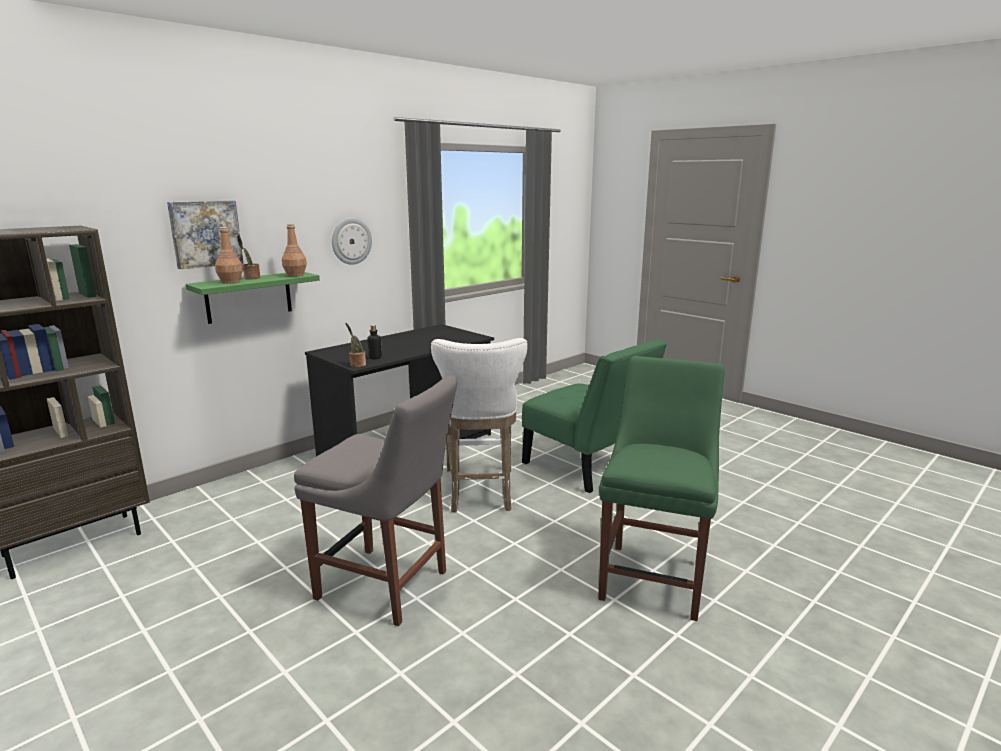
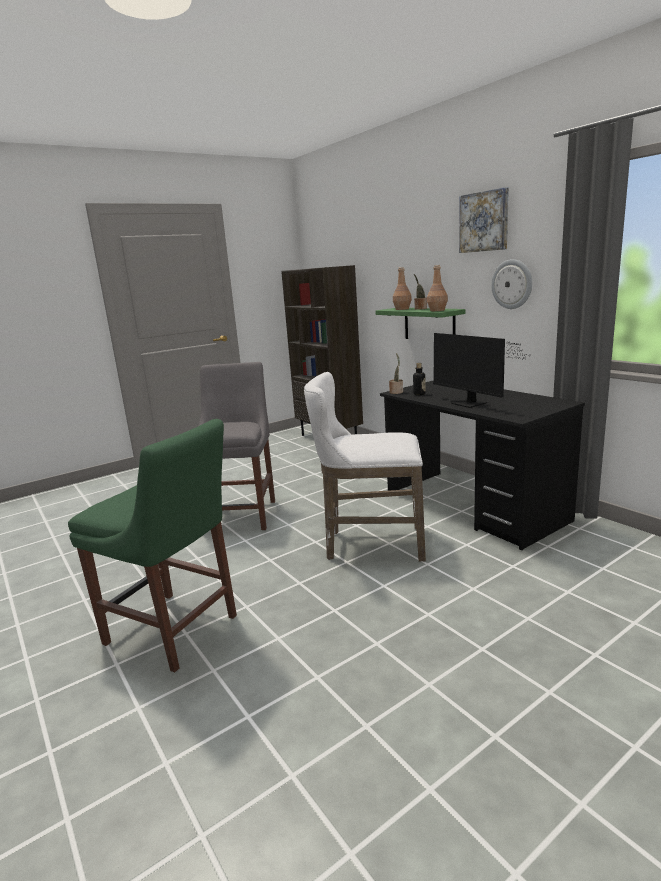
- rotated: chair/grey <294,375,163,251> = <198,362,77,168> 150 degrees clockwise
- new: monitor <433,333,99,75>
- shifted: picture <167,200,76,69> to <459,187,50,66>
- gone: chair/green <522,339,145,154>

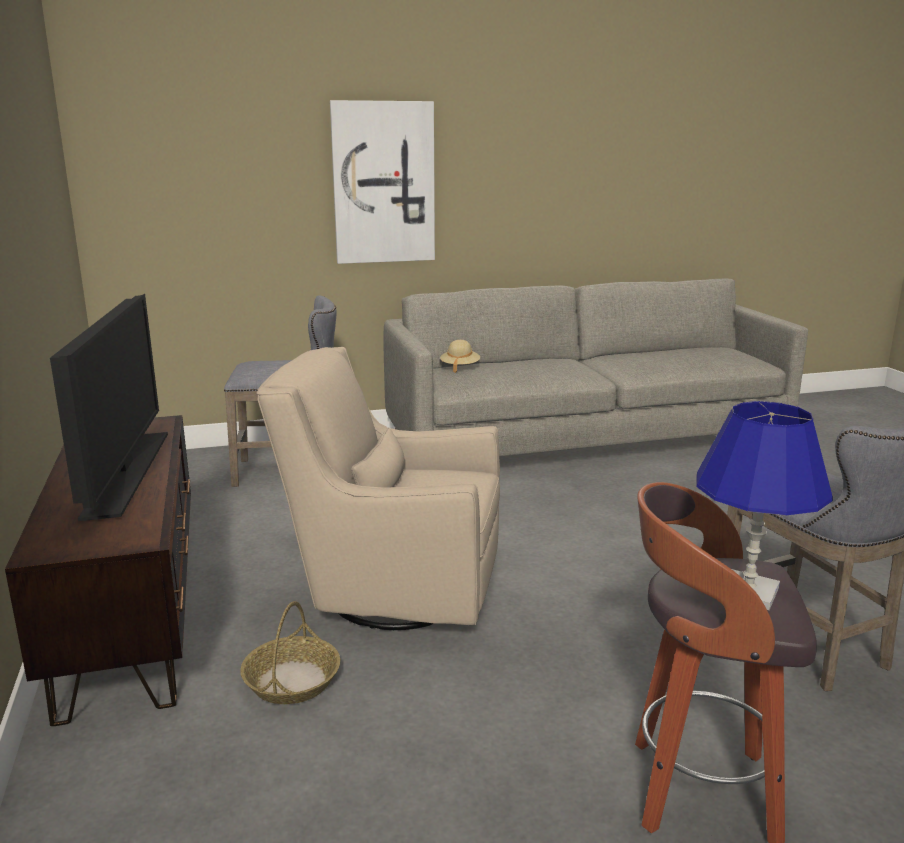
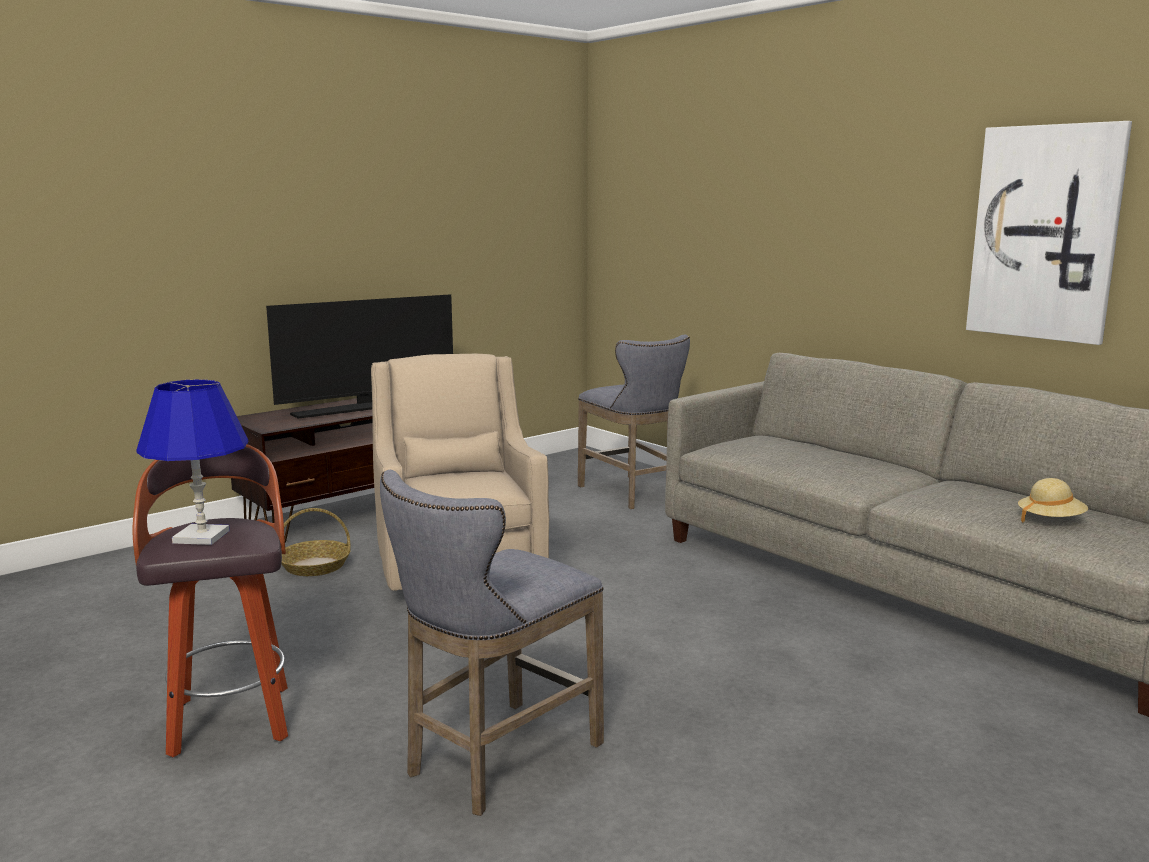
- shifted: picture <330,100,105,164> to <966,121,166,224>
- shifted: hat/beige <440,340,40,33> to <1018,478,70,44>

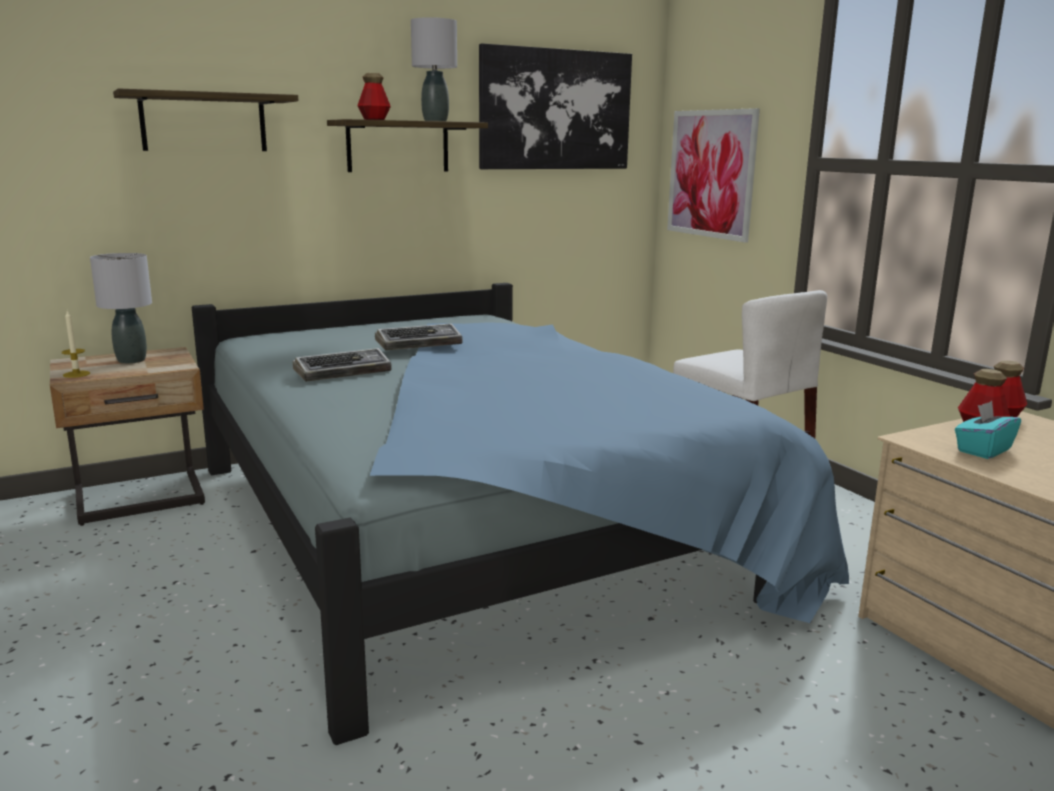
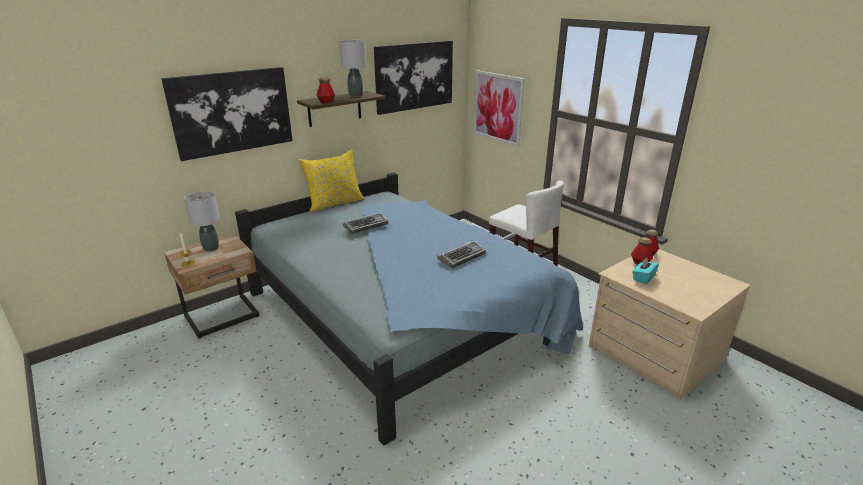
- swapped: shelf <113,88,185,63> to picture <161,67,132,94>
- new: pillow/yellow <298,150,66,62>
- shifted: keyboard <292,348,100,34> to <437,241,49,27>

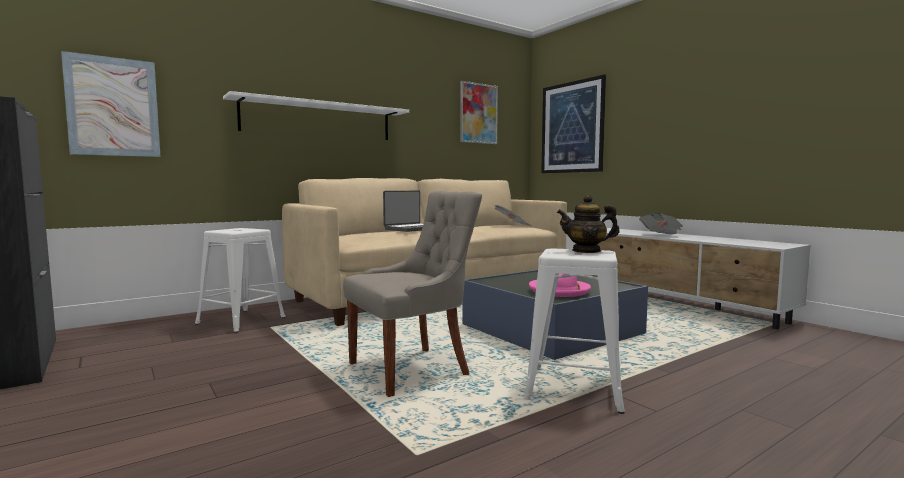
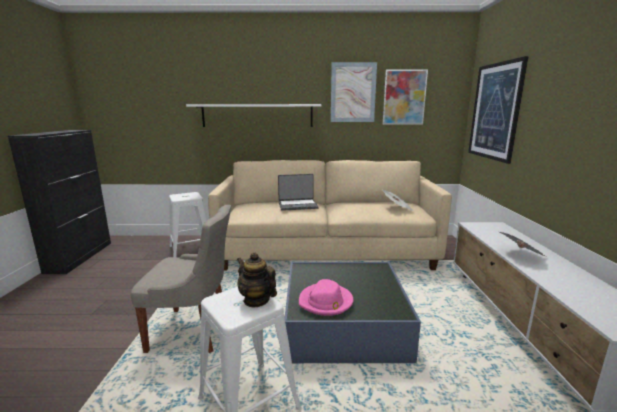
- shifted: picture <61,51,100,106> to <331,62,46,60>

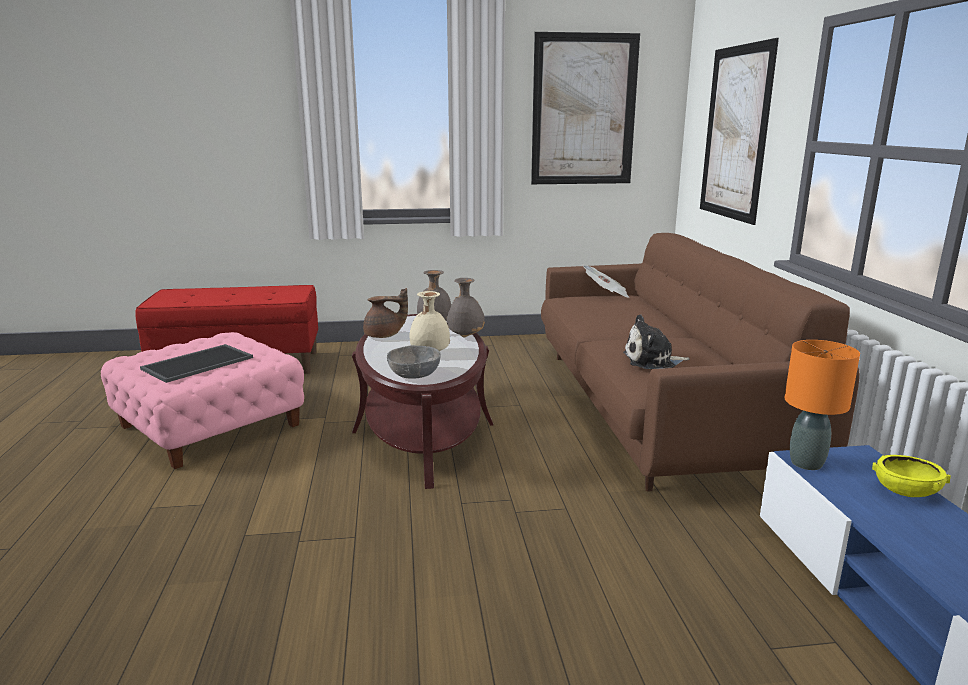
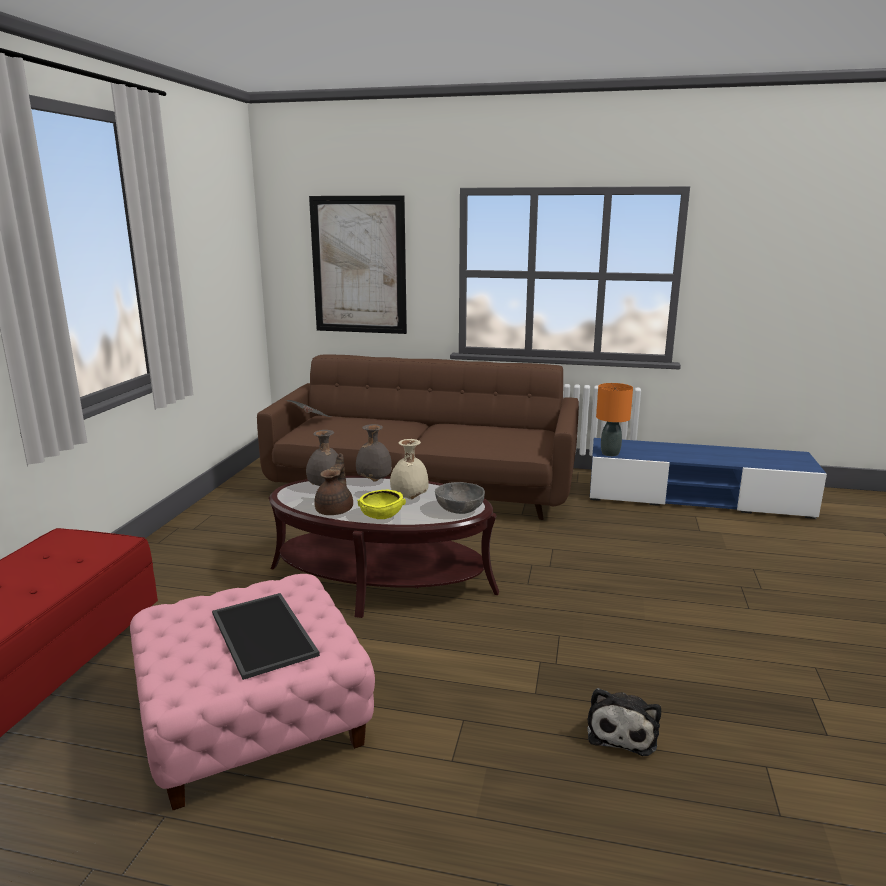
- shifted: bowl/yellow <872,455,79,42> to <357,490,49,29>
- shifted: plush toy <623,314,67,55> to <587,688,74,68>
- gone: picture <531,32,109,152>

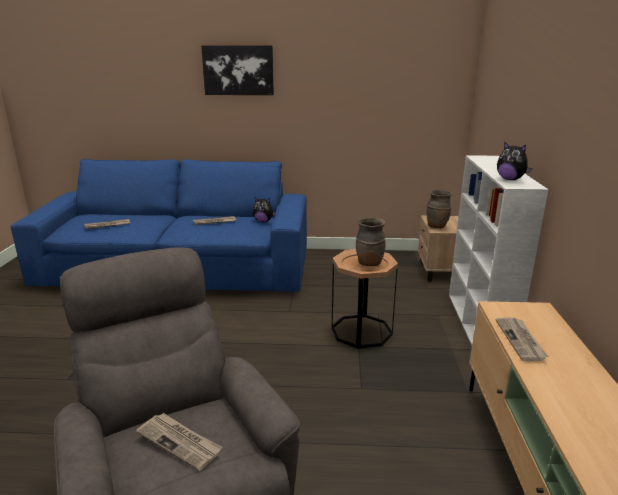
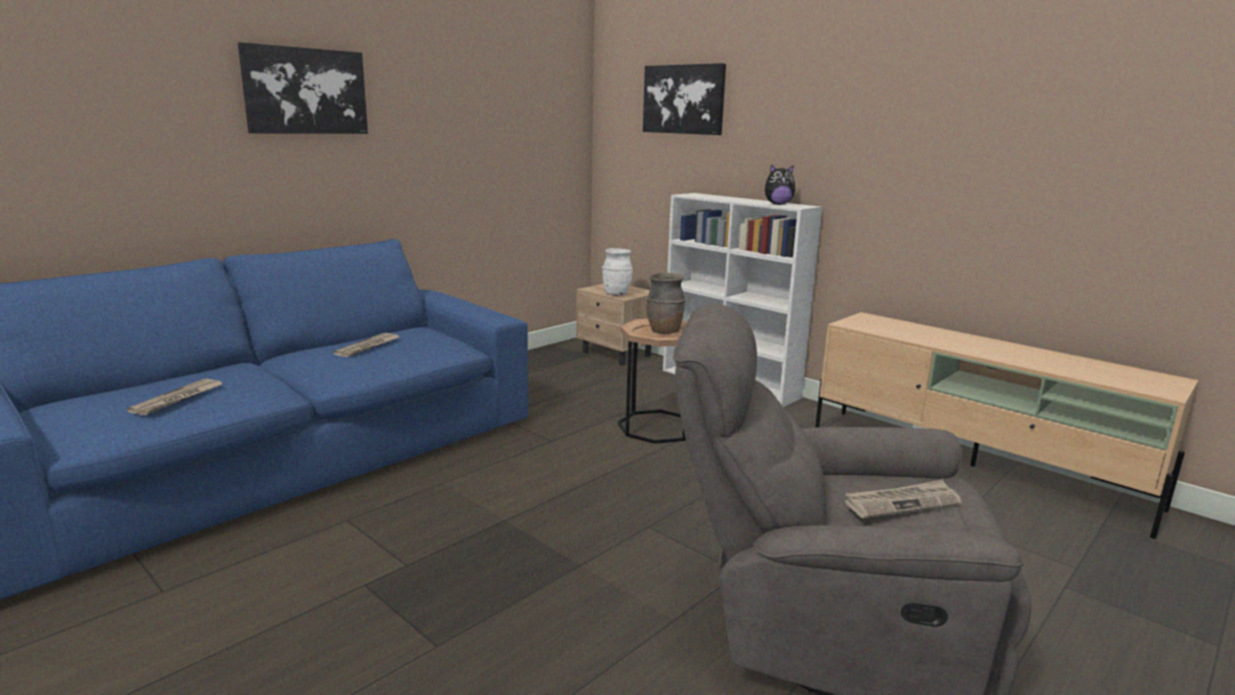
- repainted: vase/brown <427,190,25,38> to vase/white <602,248,31,48>
- new: picture <643,63,83,72>
- gone: plush toy <253,197,23,25>
- gone: newspaper <496,318,53,43>

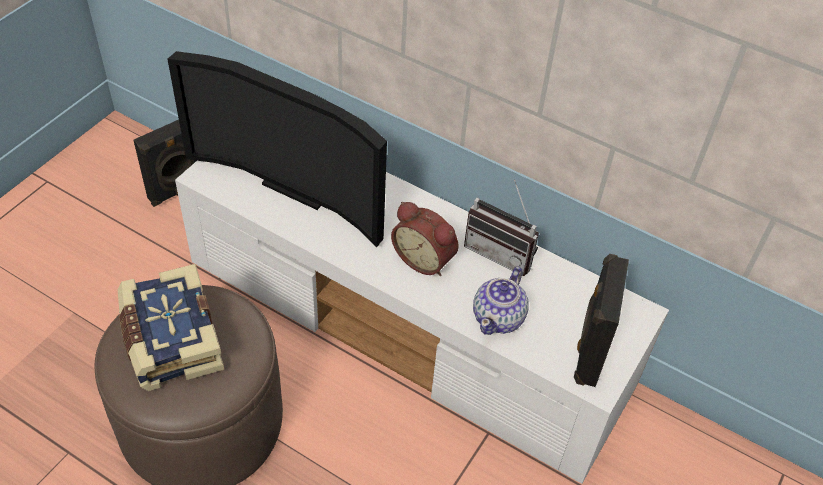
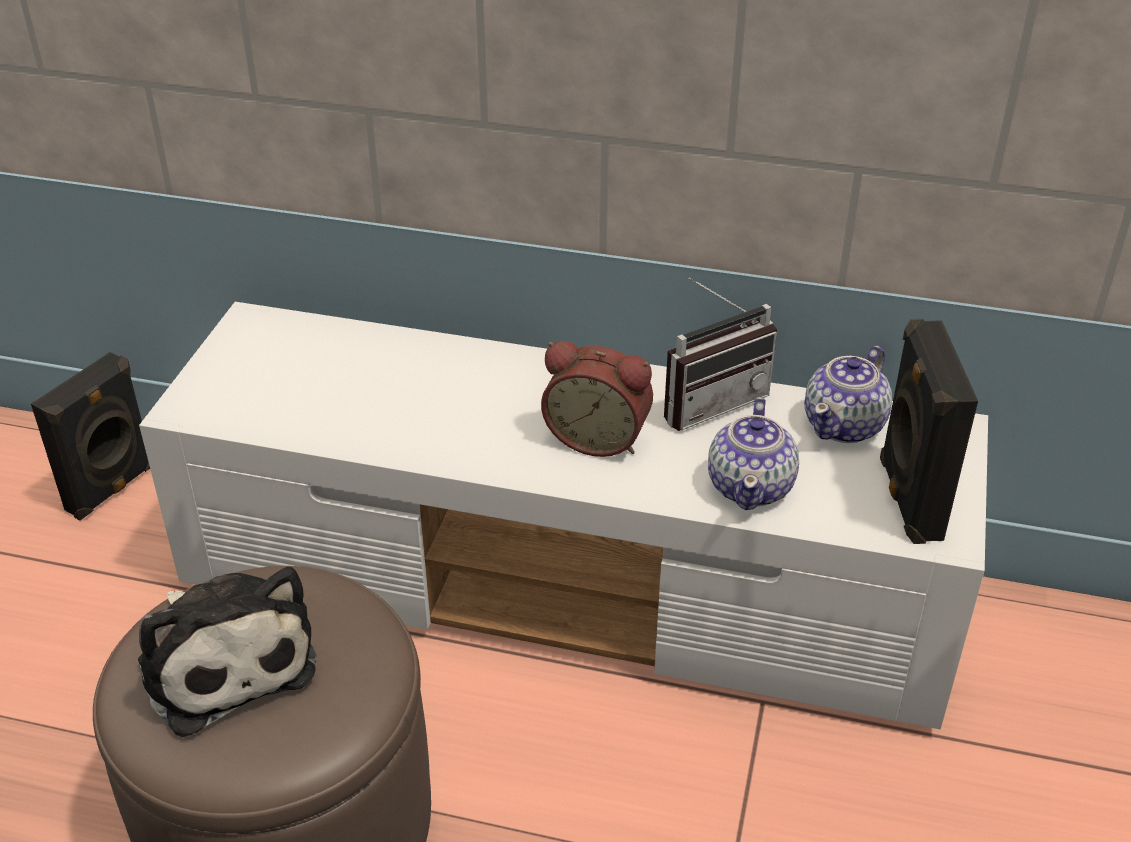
- swapped: book <118,264,106,127> to plush toy <138,567,179,170>
- rotated: radio <464,180,75,96> = <664,277,113,154> 45 degrees counterclockwise
- new: teapot <805,346,87,97>
- gone: television <168,51,219,196>

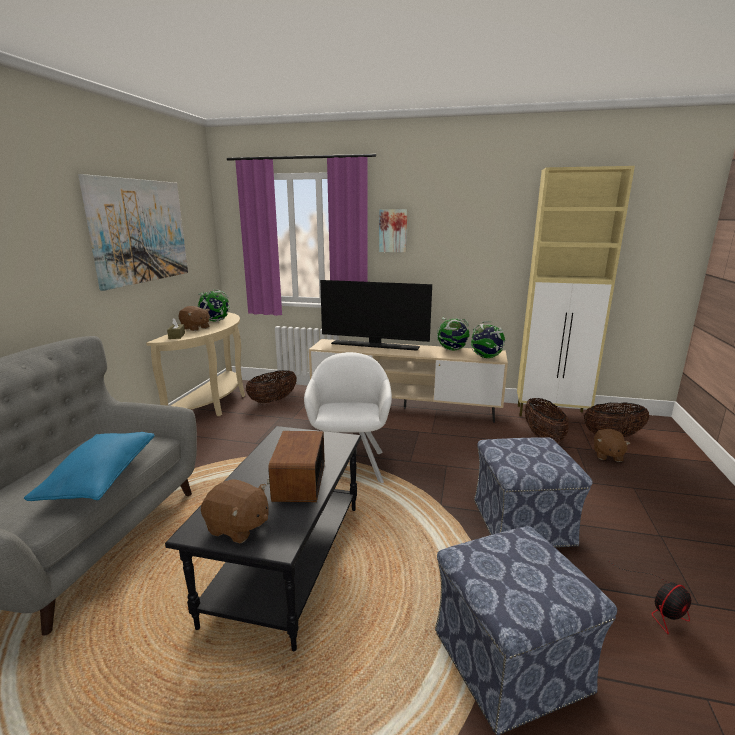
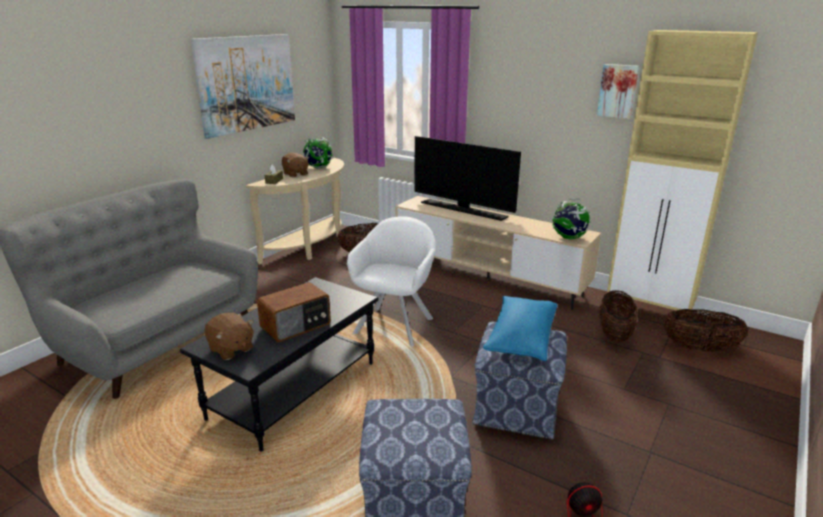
- rotated: radio <267,431,58,71> = <257,282,74,60> 150 degrees counterclockwise
- shifted: pillow/blue <24,432,131,69> to <483,296,74,65>
- shifted: picture <379,209,28,44> to <597,64,42,55>
- gone: globe <437,317,33,34>
- gone: plush toy/brown <594,429,37,33>

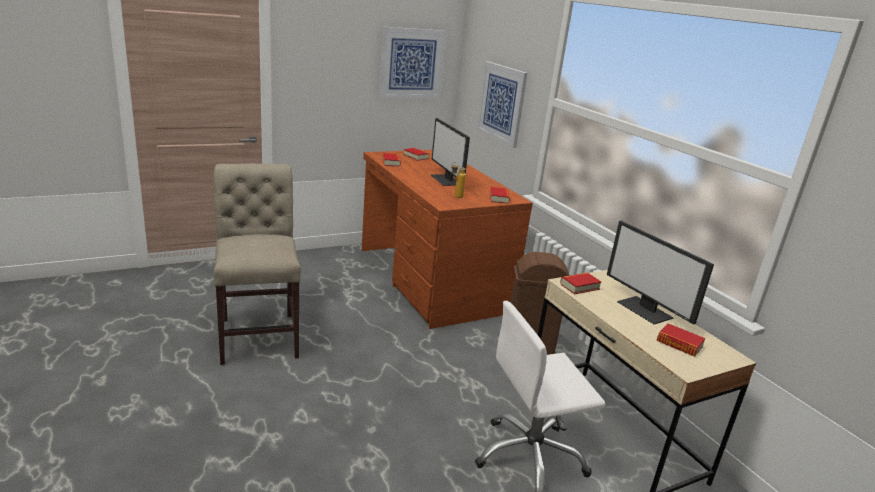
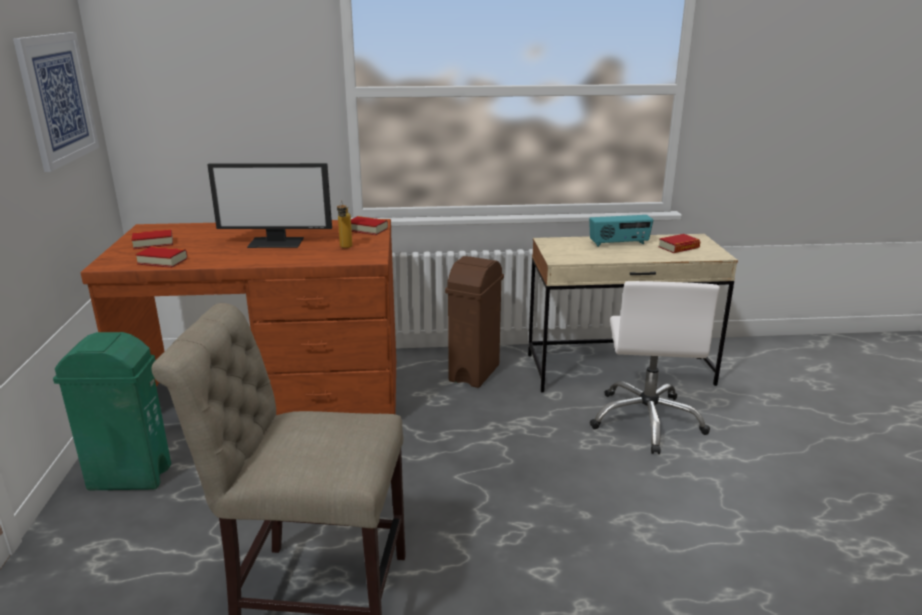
- new: trash can/green <53,332,118,158>
- swapped: monitor <607,221,107,104> to radio <589,215,64,32>
- gone: picture <477,61,51,87>
- gone: book <560,273,41,21>

